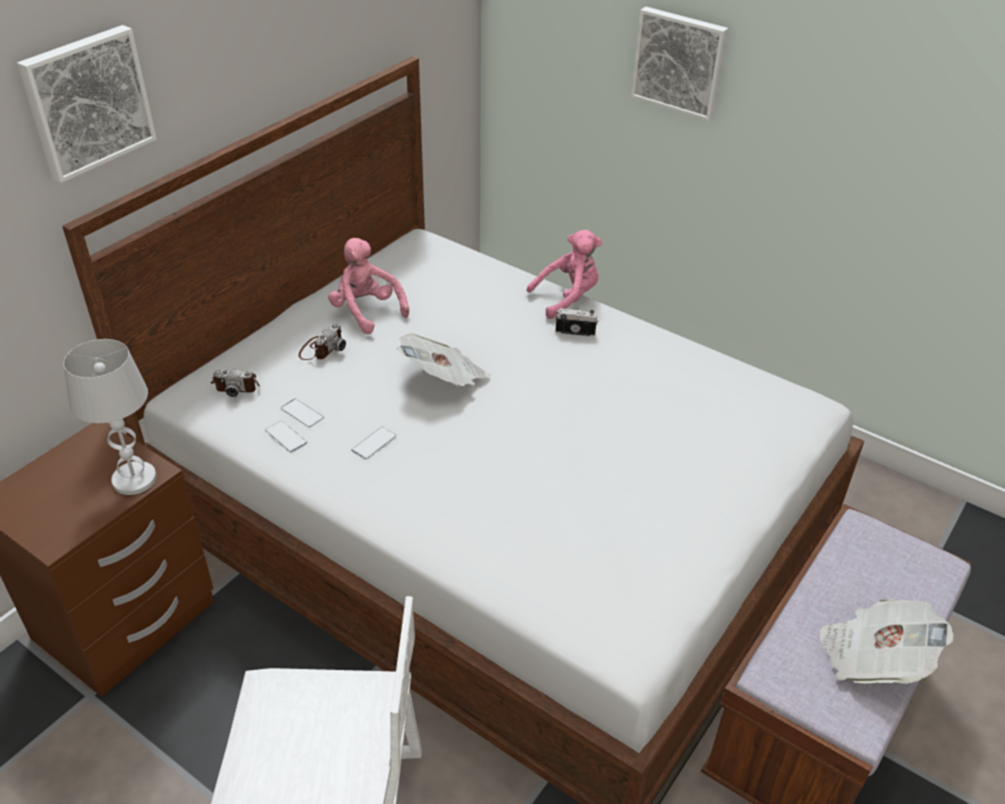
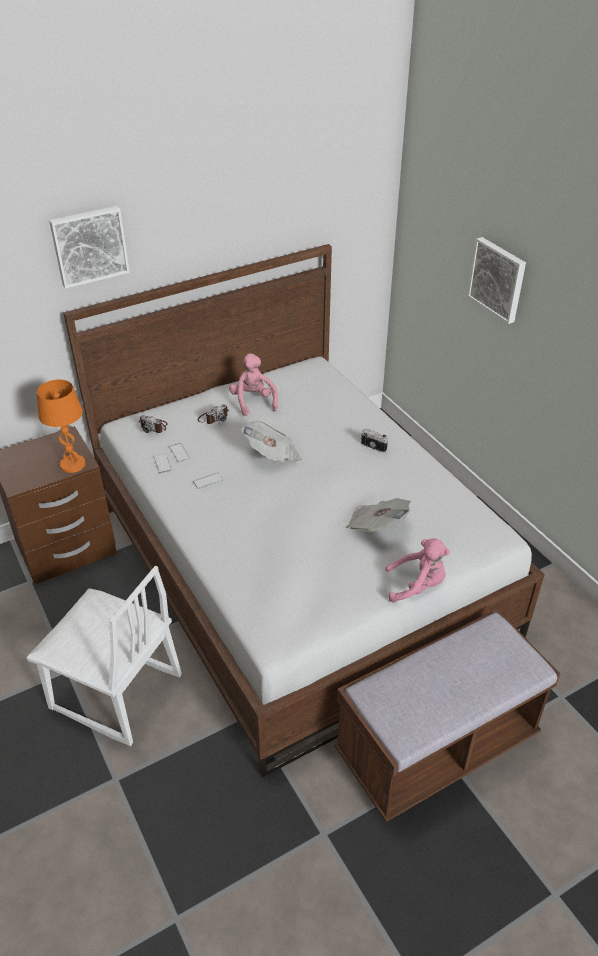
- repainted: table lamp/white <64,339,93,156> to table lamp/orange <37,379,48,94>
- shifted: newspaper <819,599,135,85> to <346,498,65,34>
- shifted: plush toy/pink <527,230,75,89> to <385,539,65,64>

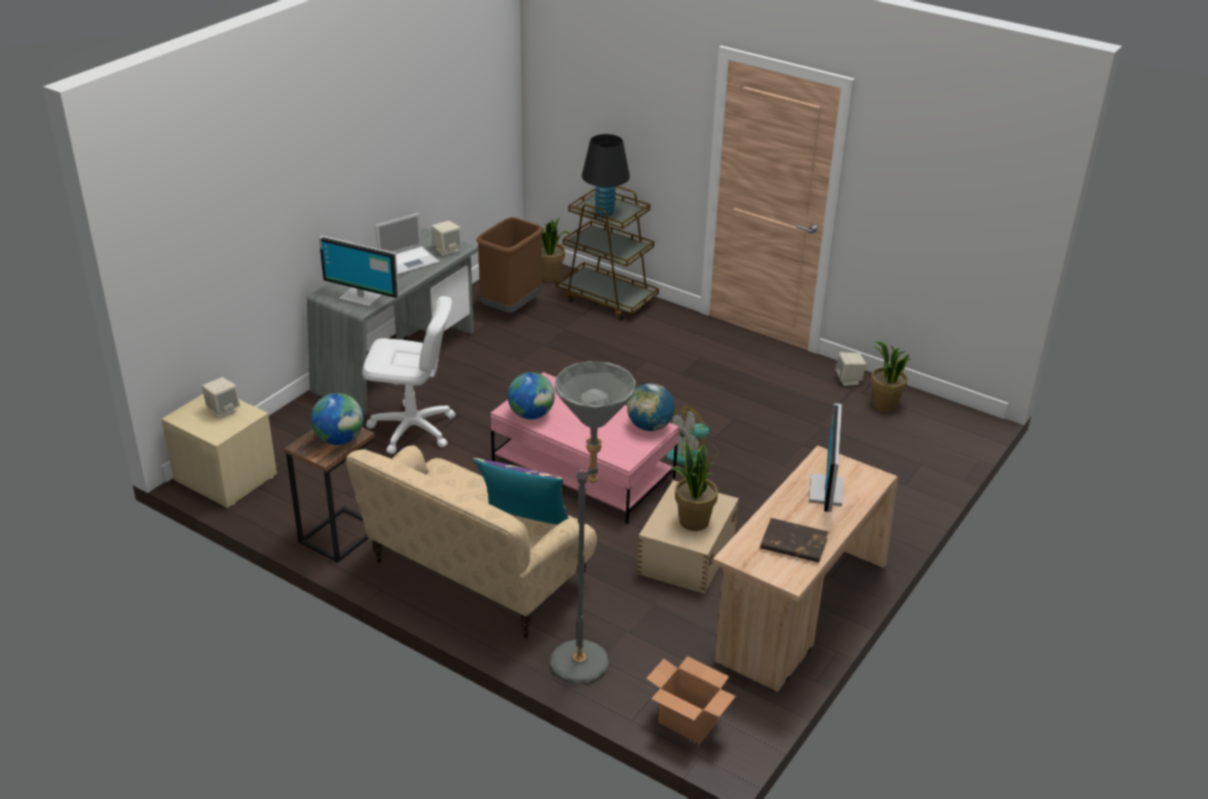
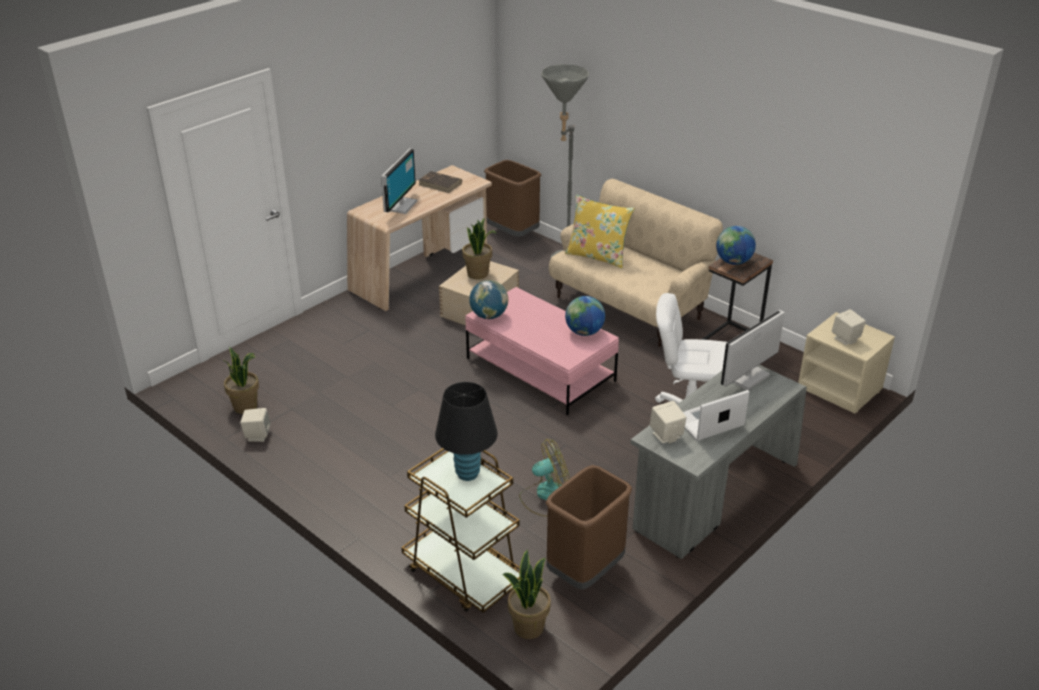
- swapped: cardboard box <646,656,90,88> to trash can/brown <484,160,57,77>
- shifted: fan <665,406,53,59> to <519,439,51,78>
- repainted: pillow/purple <473,458,96,67> to pillow/yellow <565,194,70,74>
- rotated: monitor <319,236,80,73> = <721,310,64,80> 75 degrees counterclockwise

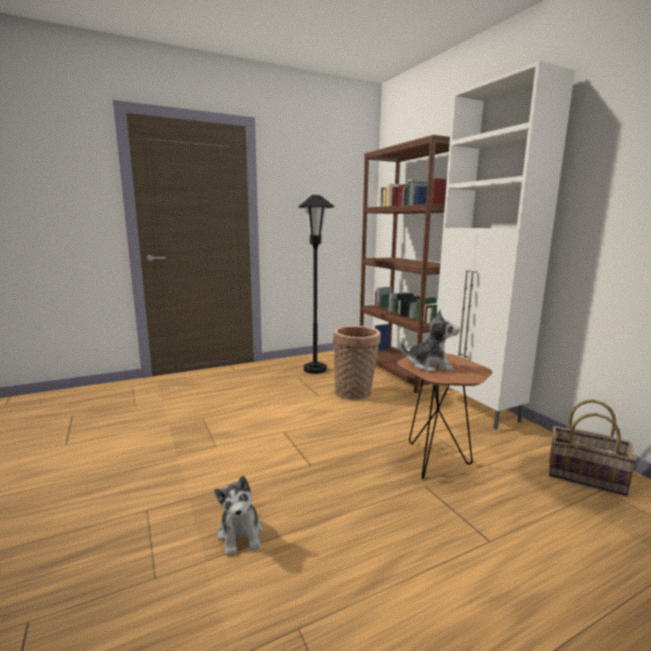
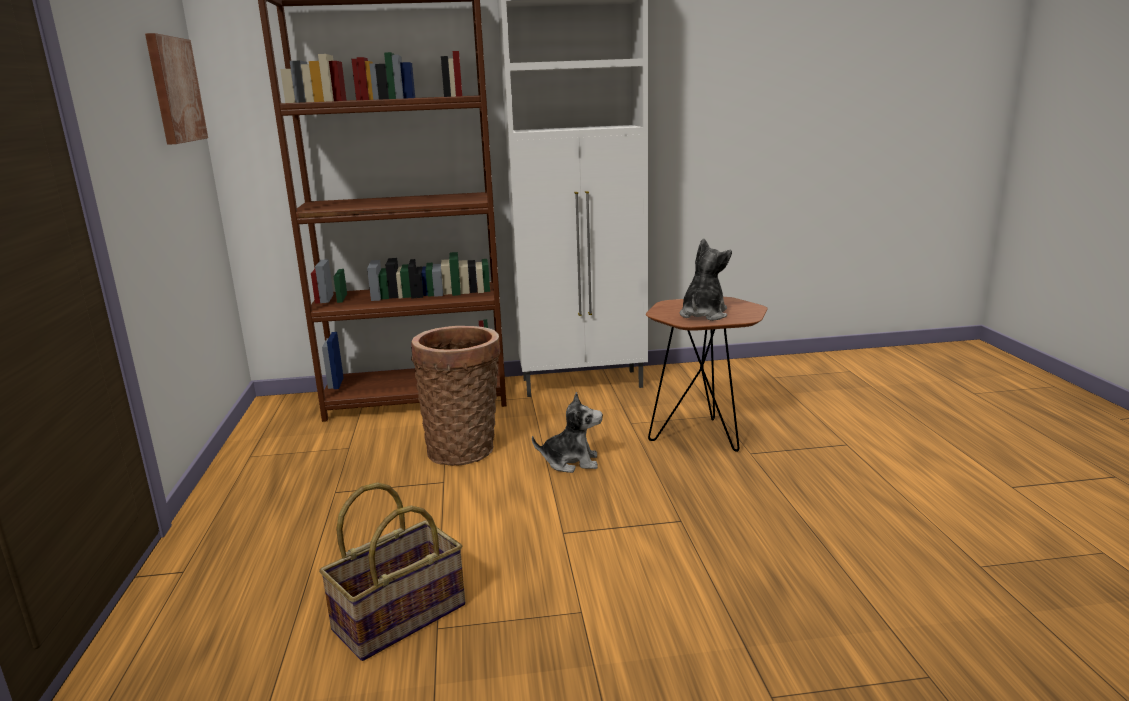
- new: picture <145,33,63,112>
- shifted: basket <549,399,88,97> to <319,482,146,179>
- shifted: plush toy <214,476,49,80> to <532,392,71,81>
- gone: floor lamp/black <298,195,36,179>

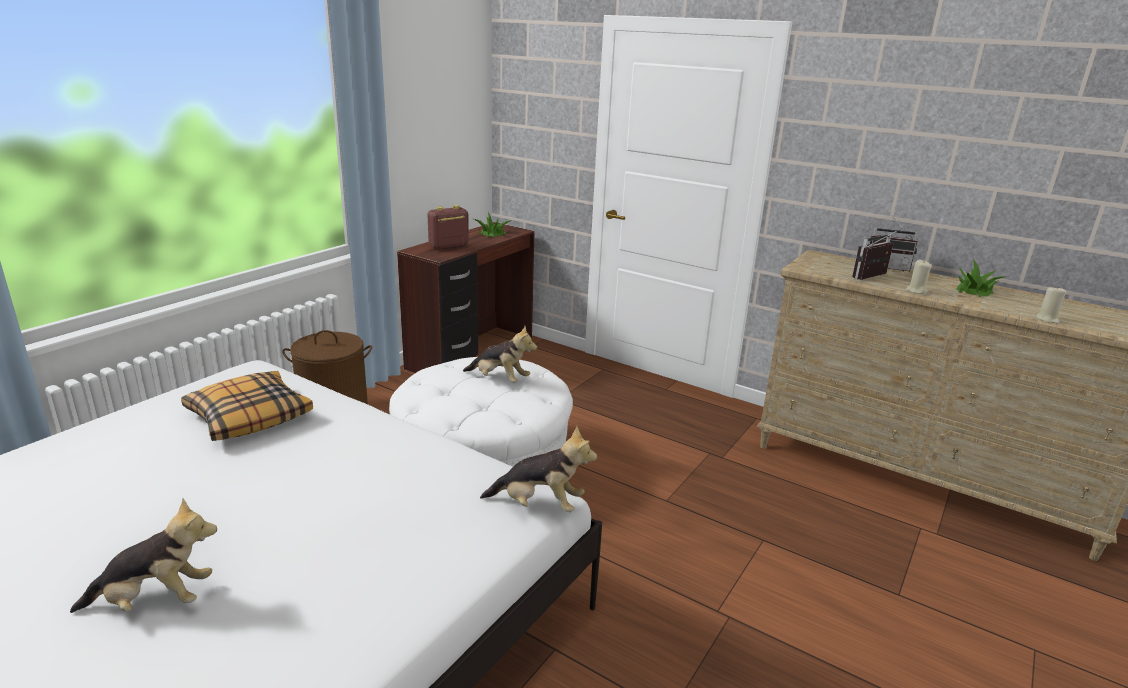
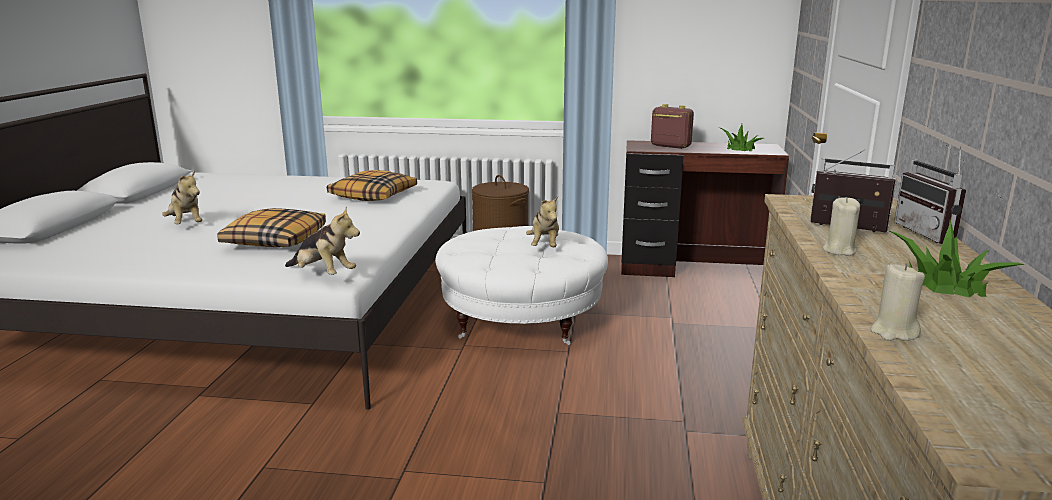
- new: pillow <217,208,109,39>
- rotated: plush toy <480,426,117,86> = <285,207,75,68> 45 degrees counterclockwise

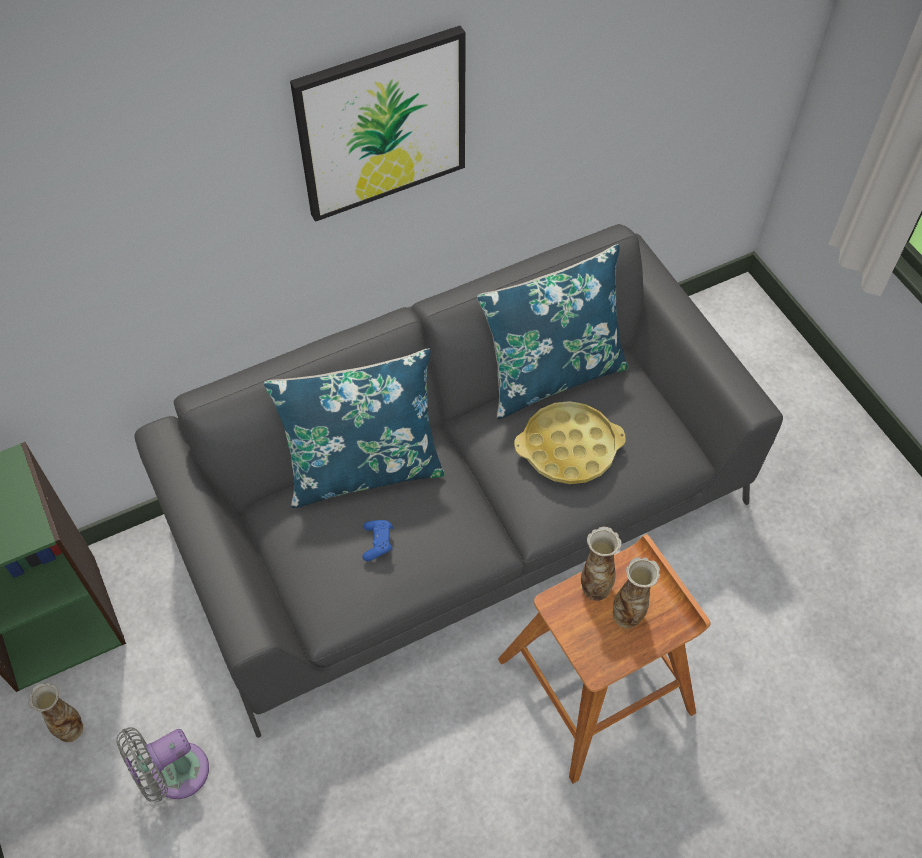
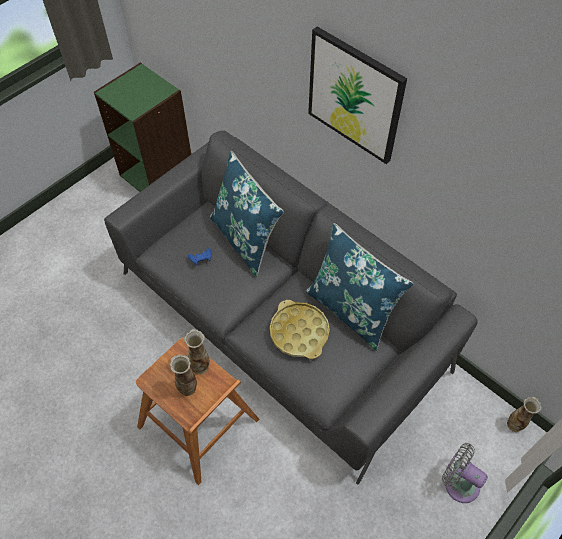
- shifted: fan/grey <116,727,93,75> to <442,443,46,60>
- shifted: vase <29,683,54,59> to <507,397,35,35>

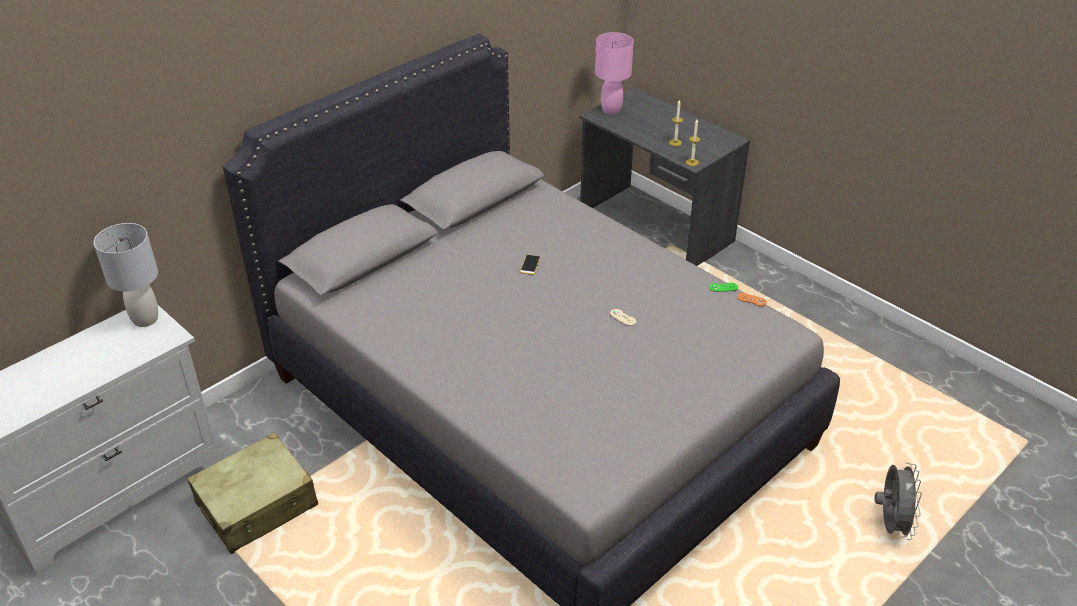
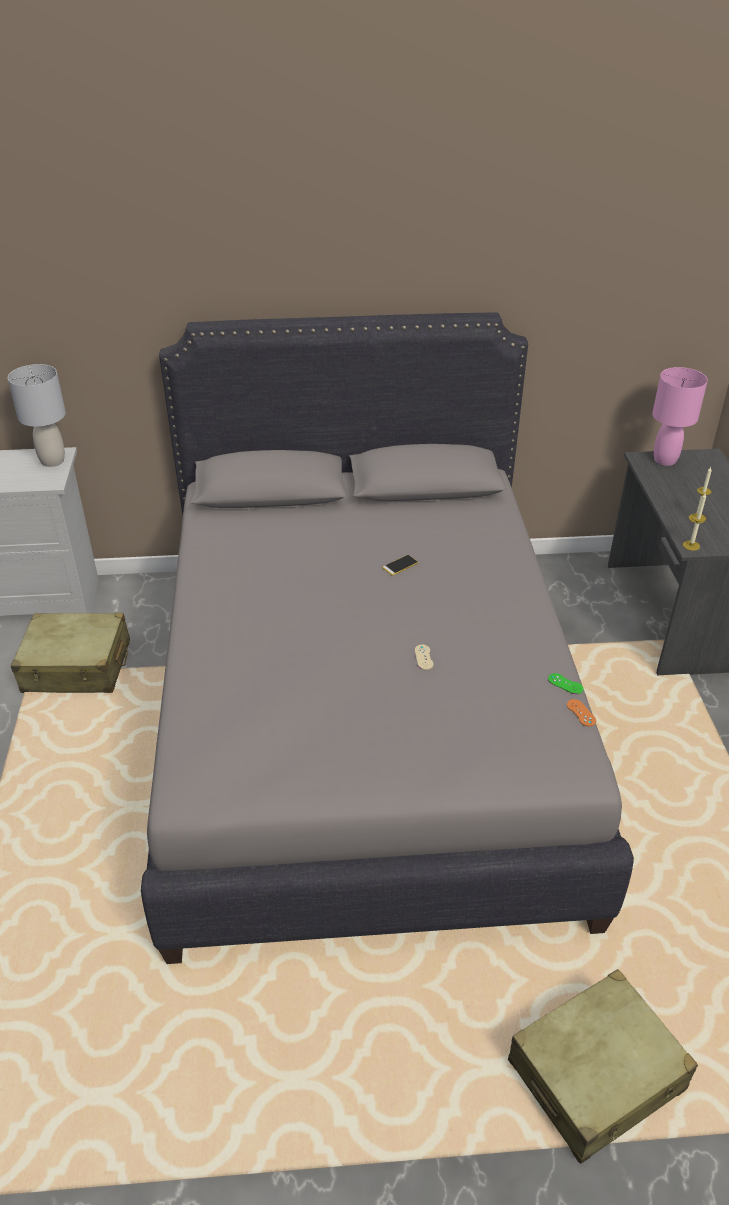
- swapped: fan/grey <875,463,47,77> to suitcase/beige <508,969,190,195>

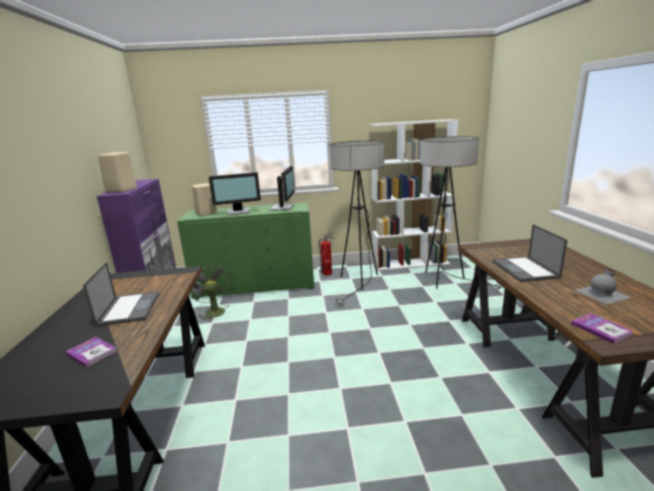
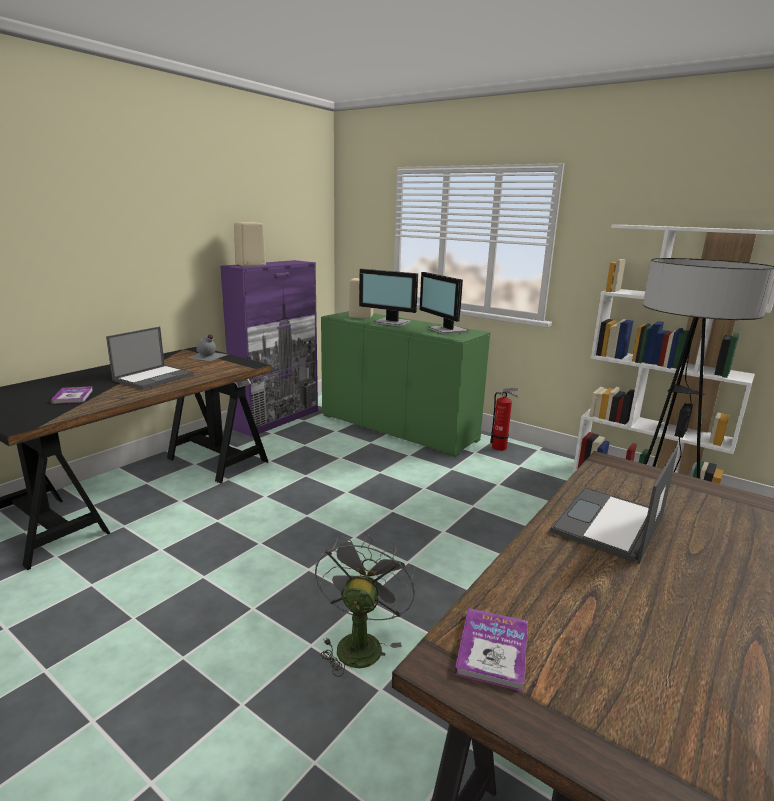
- shifted: bottle/grey <576,269,55,35> to <187,334,42,27>
- shifted: fan/grey <189,263,42,58> to <315,533,100,144>
- rotated: monitor <269,166,26,45> = <420,272,49,63> 105 degrees clockwise
- gone: floor lamp <330,141,54,166>

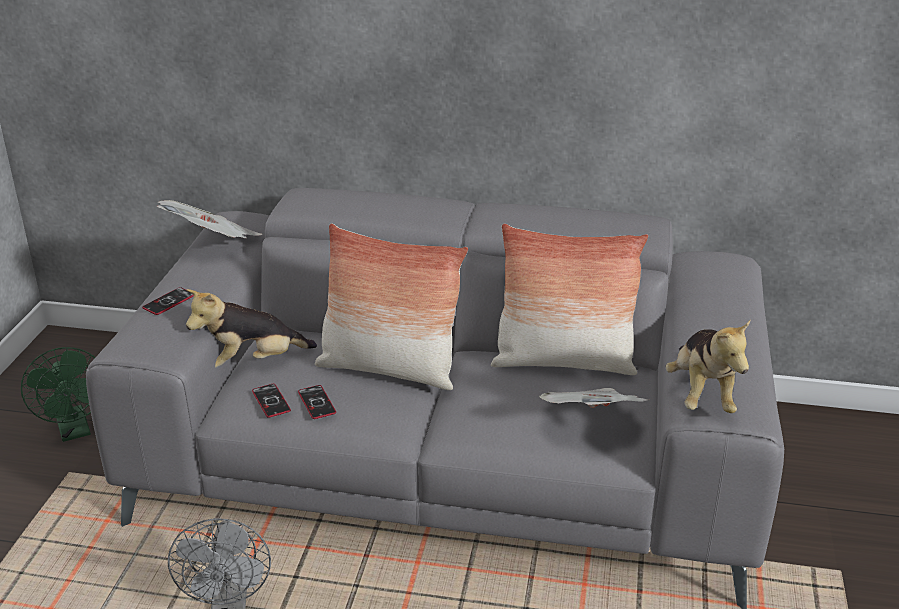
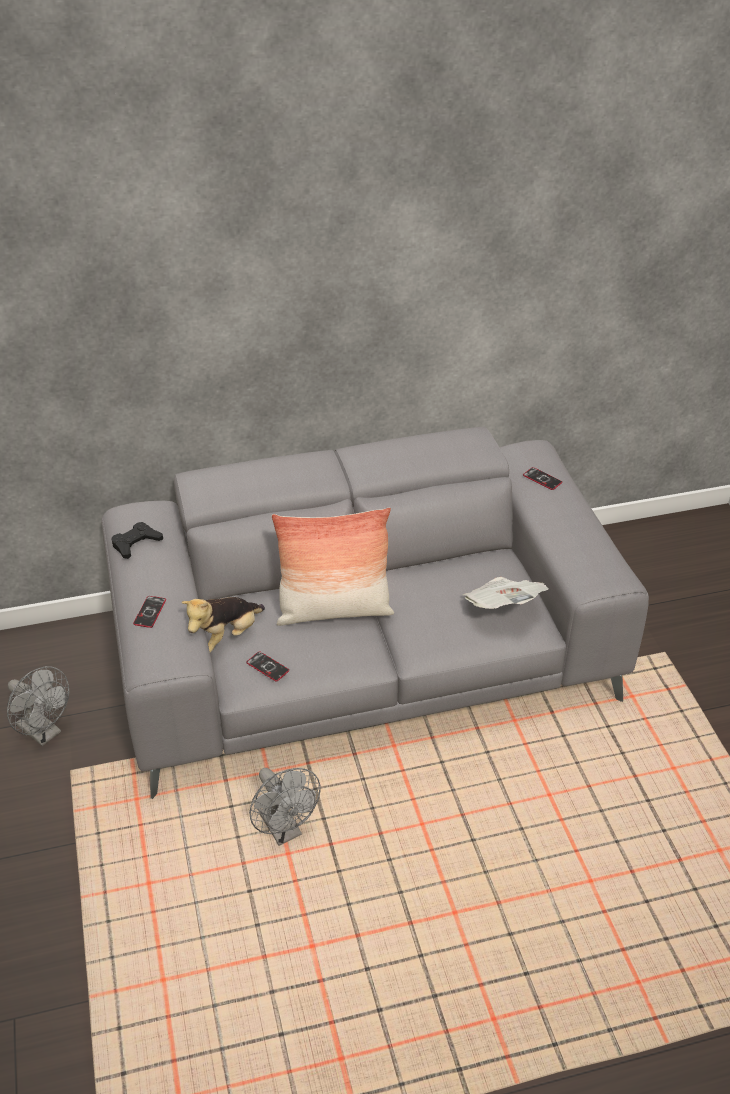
- repainted: fan/green <21,347,75,95> to fan/grey <7,666,62,80>
- swapped: newspaper <156,200,106,38> to game controller/black <111,522,52,37>
- shifted: phone <298,385,38,34> to <523,467,39,23>
- gone: pillow <491,224,157,151>
- gone: plush toy <665,320,85,93>

